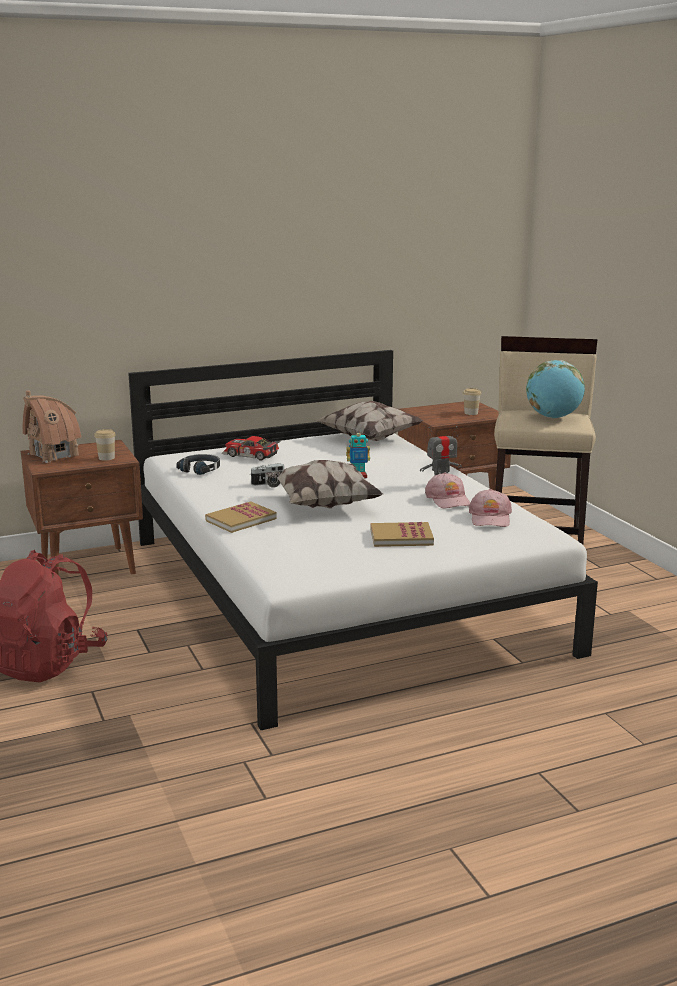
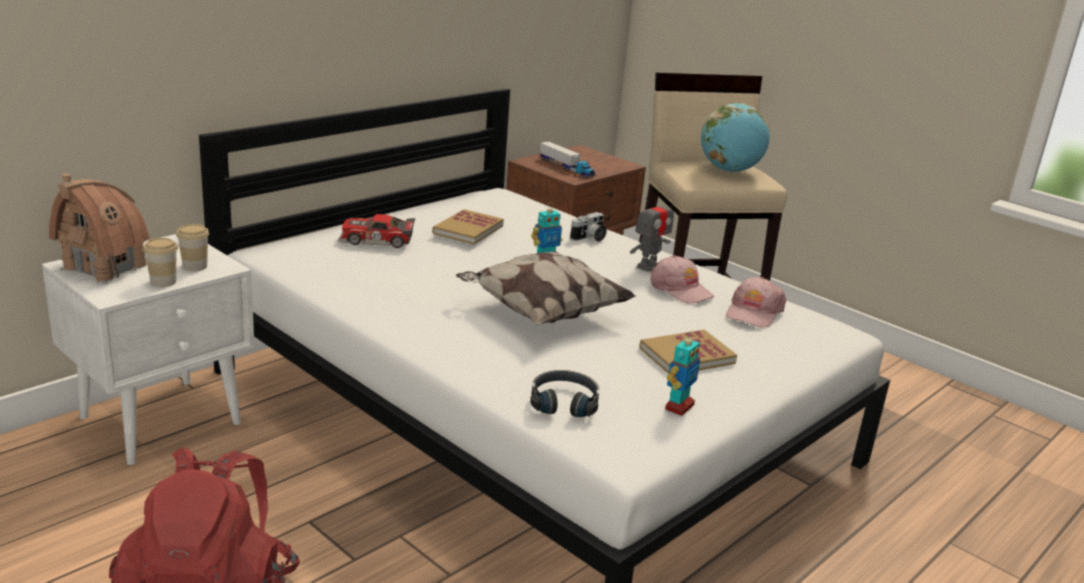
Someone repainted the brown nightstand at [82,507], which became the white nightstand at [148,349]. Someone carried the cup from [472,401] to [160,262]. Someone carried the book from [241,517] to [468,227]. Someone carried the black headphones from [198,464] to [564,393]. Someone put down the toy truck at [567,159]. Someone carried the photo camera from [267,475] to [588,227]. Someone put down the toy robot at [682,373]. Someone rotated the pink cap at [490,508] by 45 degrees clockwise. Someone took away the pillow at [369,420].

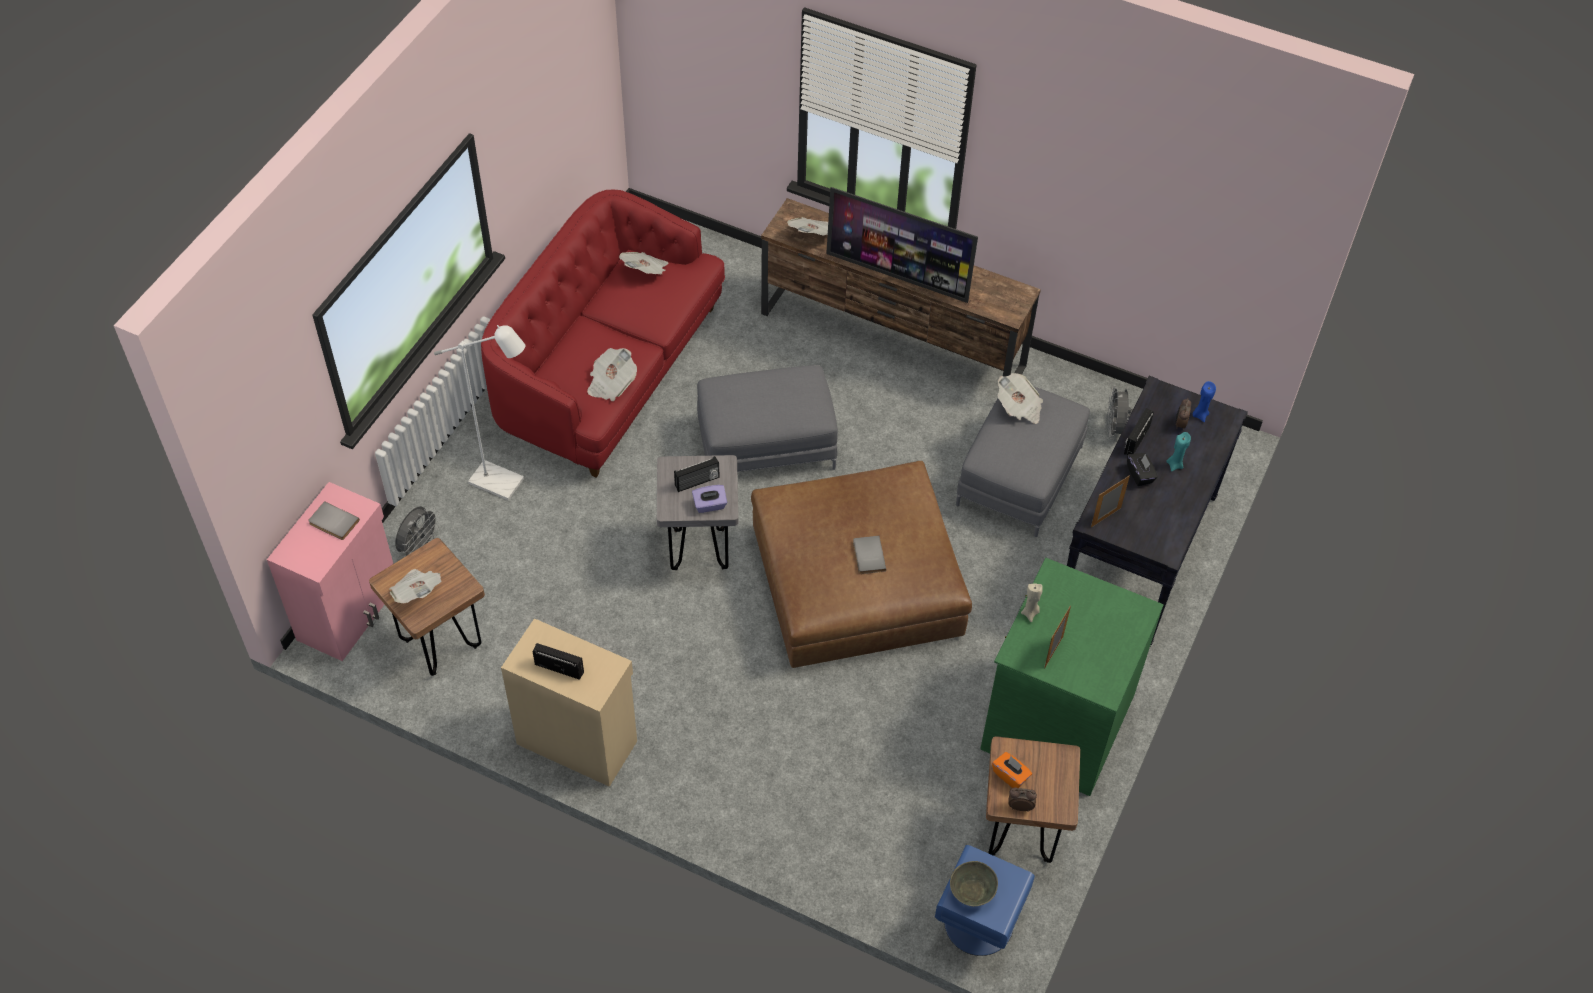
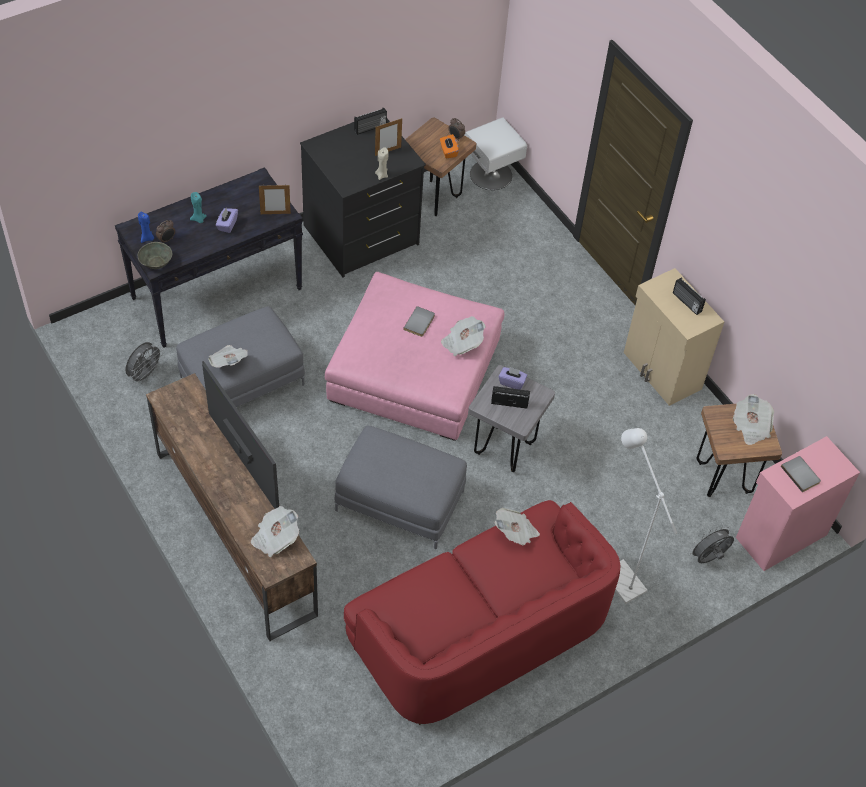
Someone carried the grey bowl from [974,883] to [155,255]. Someone repainted the black tissue box at [1142,469], which became the purple tissue box at [227,220]. Someone repainted the green dresser at [1071,677], which became the black dresser at [363,198]. Someone repainted the brown ottoman at [861,564], which became the pink ottoman at [414,356]. Someone carried the radio from [1139,431] to [370,121]. Someone carried the newspaper from [643,263] to [463,336]. Someone repainted the blue nightstand at [985,900], which became the white nightstand at [496,153].

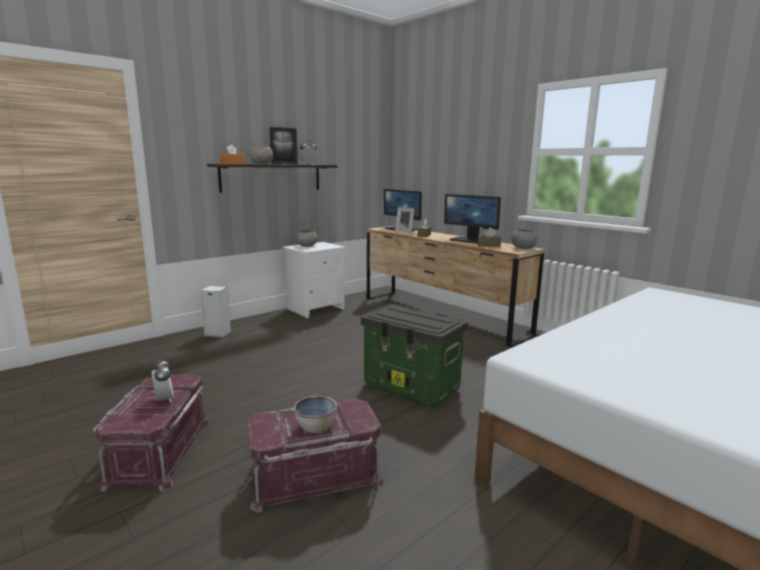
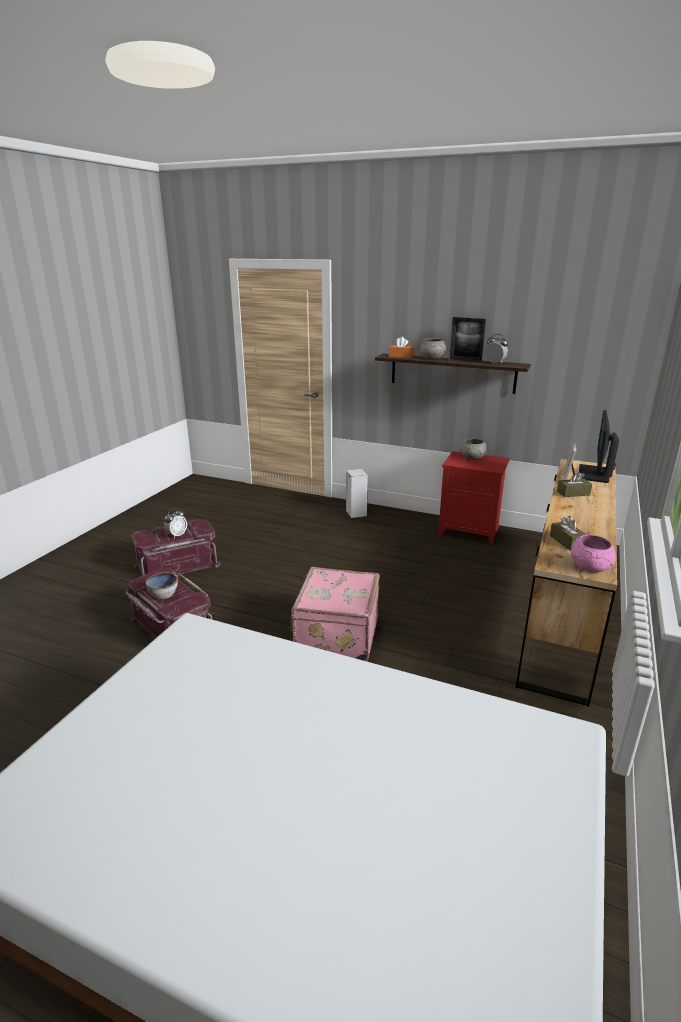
Someone swapped the storage box at [414,355] for the pink suitcase at [335,614]. Someone repainted the white nightstand at [314,280], which became the red nightstand at [474,498]. Someone repainted the grey bowl at [524,239], which became the pink bowl at [593,553]. Someone took away the monitor at [472,219].

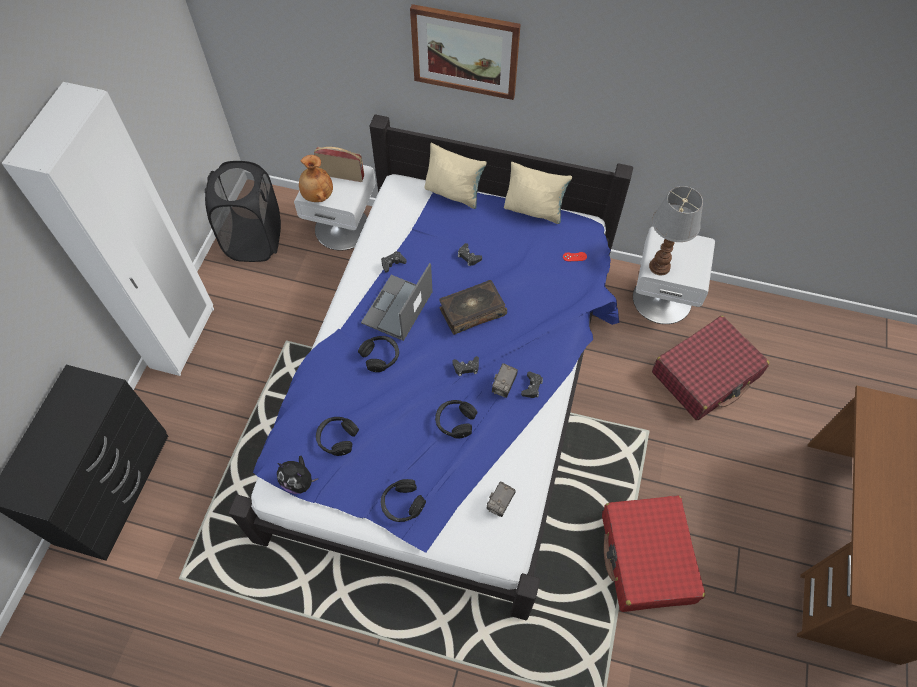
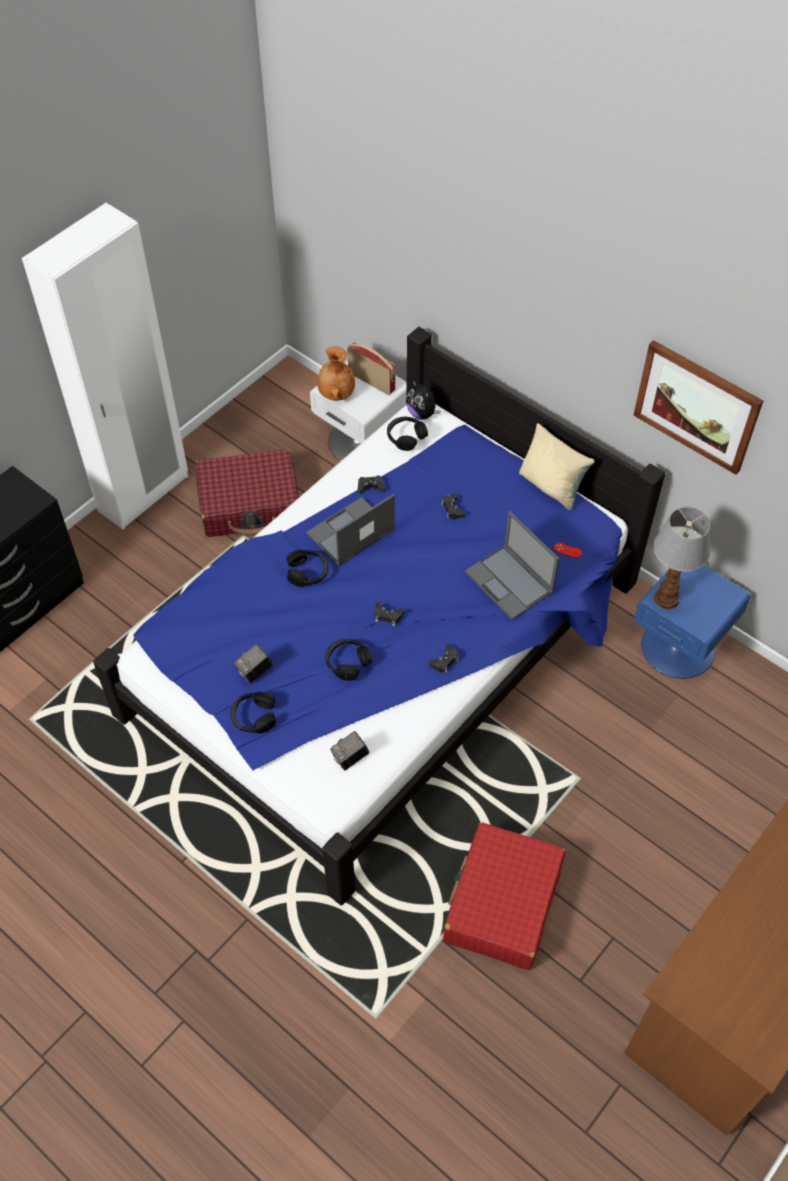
Someone carried the red suitcase from [710,368] to [247,493]. Someone carried the photo camera from [505,380] to [253,664]. Someone carried the black headphones from [337,436] to [407,434]. Someone carried the plush toy from [297,475] to [423,400]. Someone put down the laptop at [512,565]. Someone carried the picture from [465,52] to [698,407]. Someone repainted the white nightstand at [674,275], which became the blue nightstand at [692,622]. Someone took away the black laundry basket at [243,211]. Someone took away the beige pillow at [455,176]. Someone took away the book at [473,307].

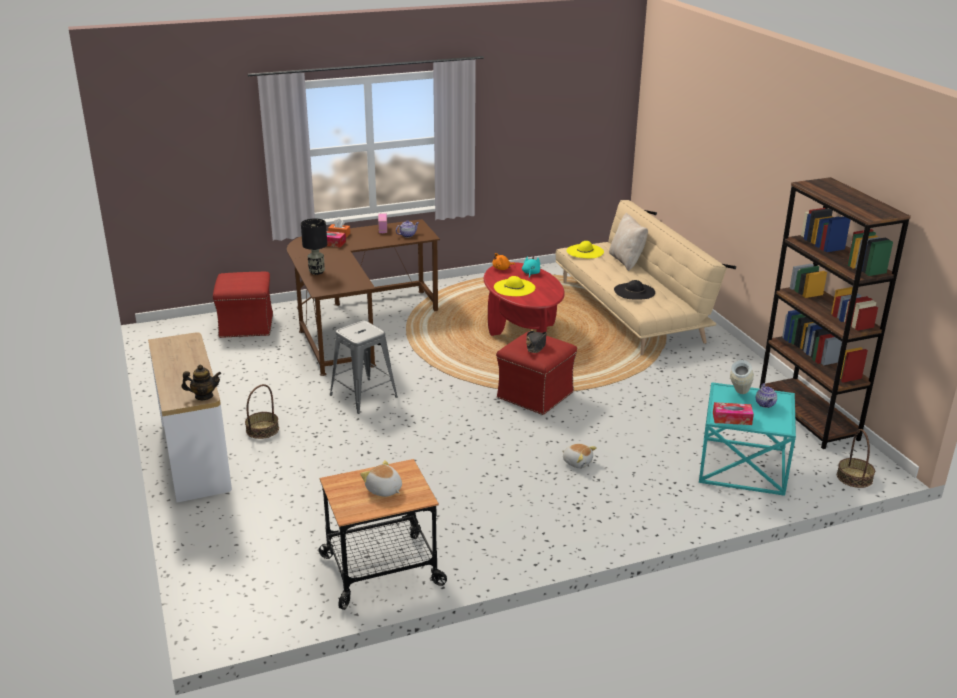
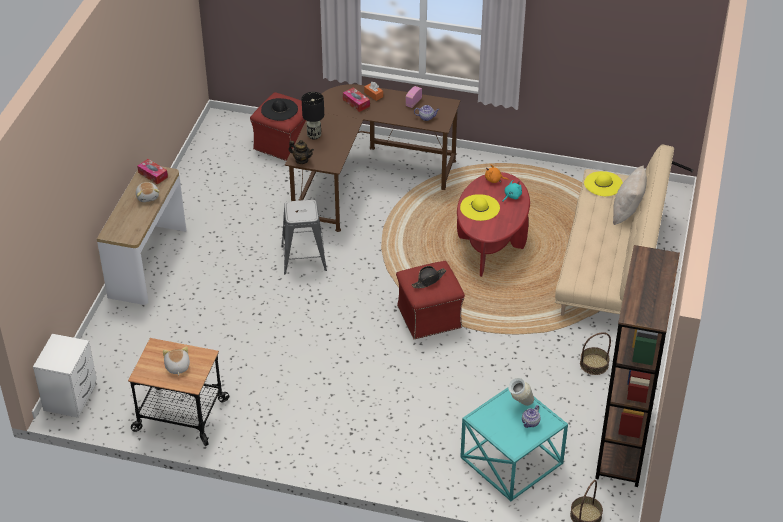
Someone put down the white nightstand at [65,376]. Someone carried the plush toy from [579,456] to [147,192]. Someone carried the tissue box from [733,413] to [152,171]. Someone carried the black hat from [634,290] to [279,109]. Someone carried the teapot from [201,382] to [301,152]. Someone carried the basket from [262,411] to [595,353].

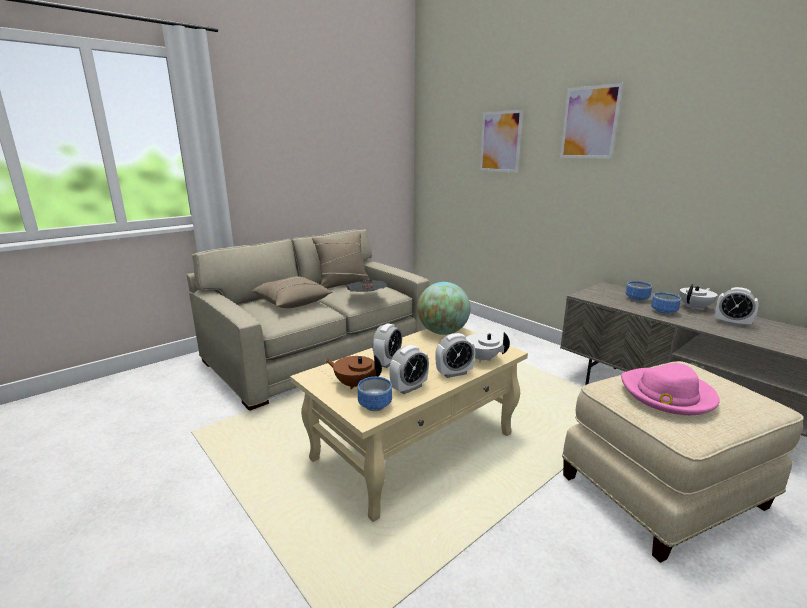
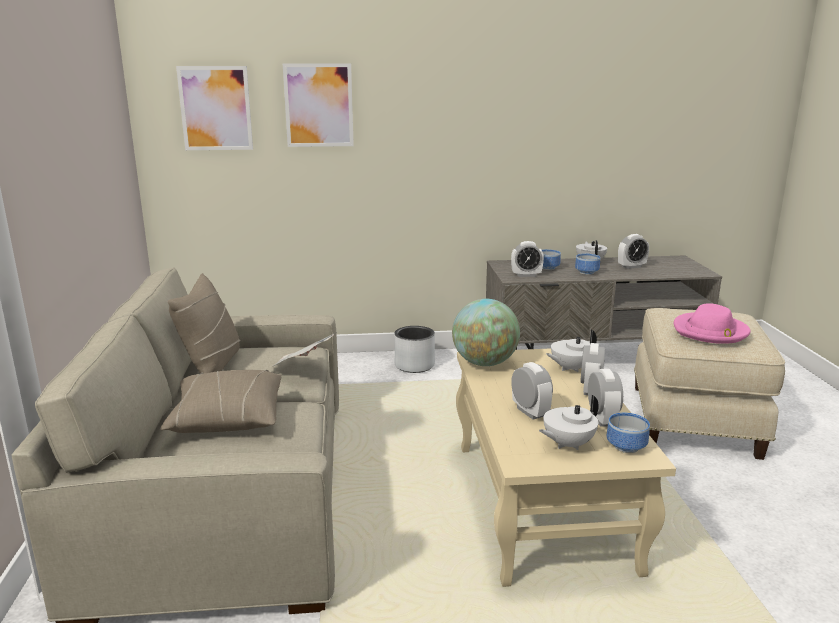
Someone carried the picture from [592,121] to [214,108]. Someone put down the grey planter at [414,349]. Someone put down the alarm clock at [527,259]. Someone repainted the brown teapot at [354,372], which became the white teapot at [568,422].

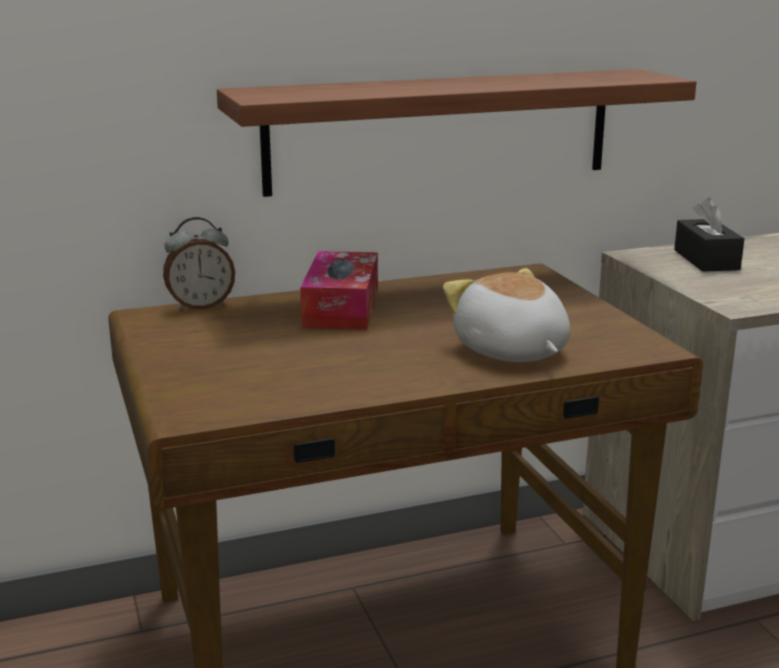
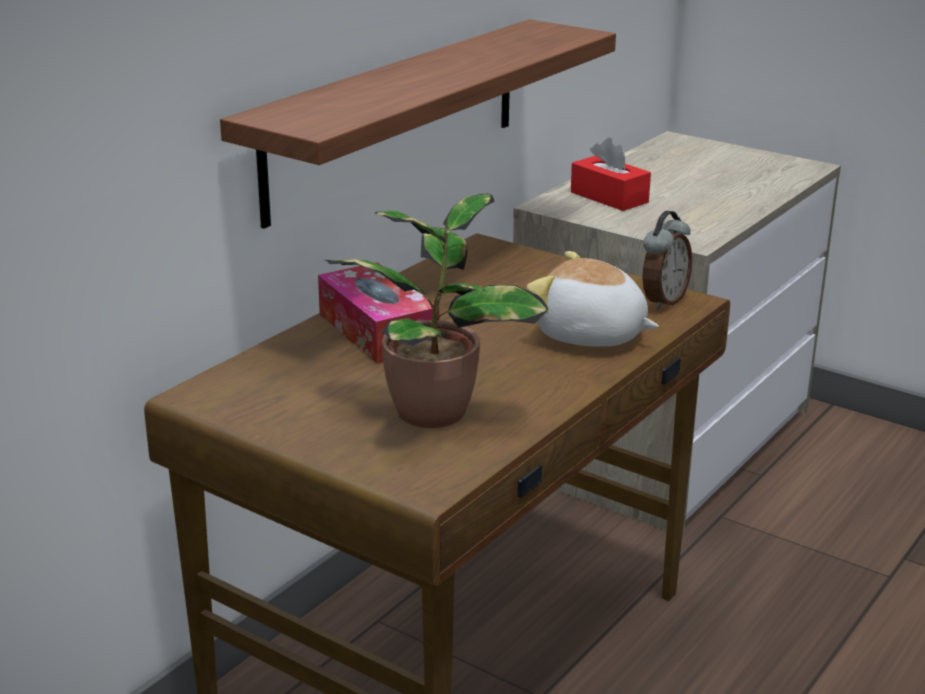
Someone put down the potted plant at [436,311]. Someone repainted the black tissue box at [709,235], which became the red tissue box at [611,174]. Someone carried the alarm clock from [199,264] to [667,260].

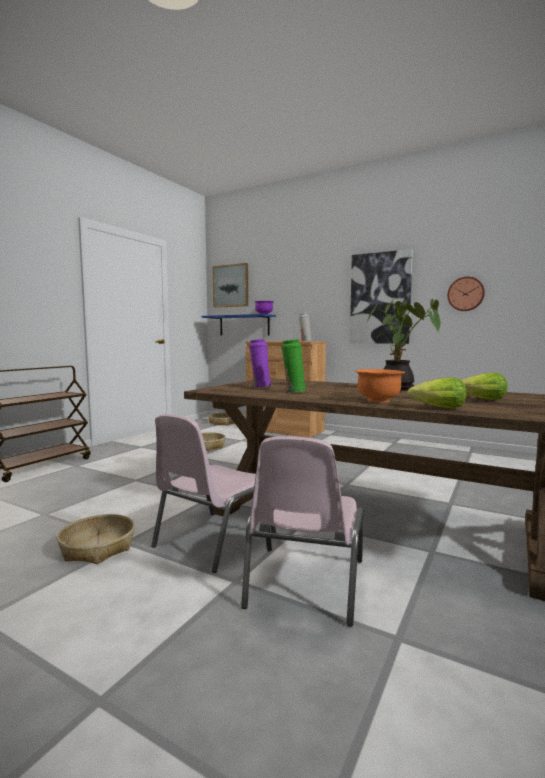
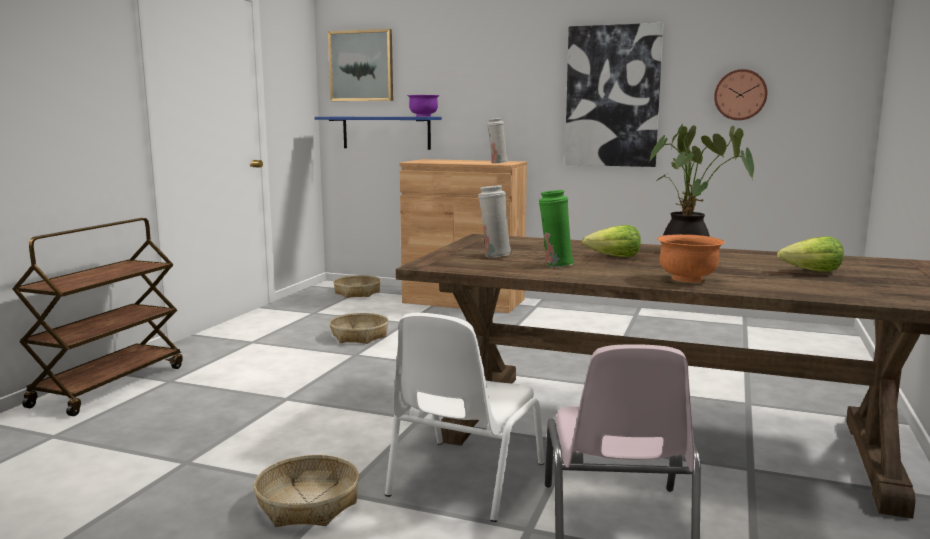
Someone repainted the pink chair at [213,493], which became the white chair at [465,417]. Someone repainted the purple vase at [260,363], which became the white vase at [495,221]. Someone carried the lettuce from [436,392] to [611,241].

